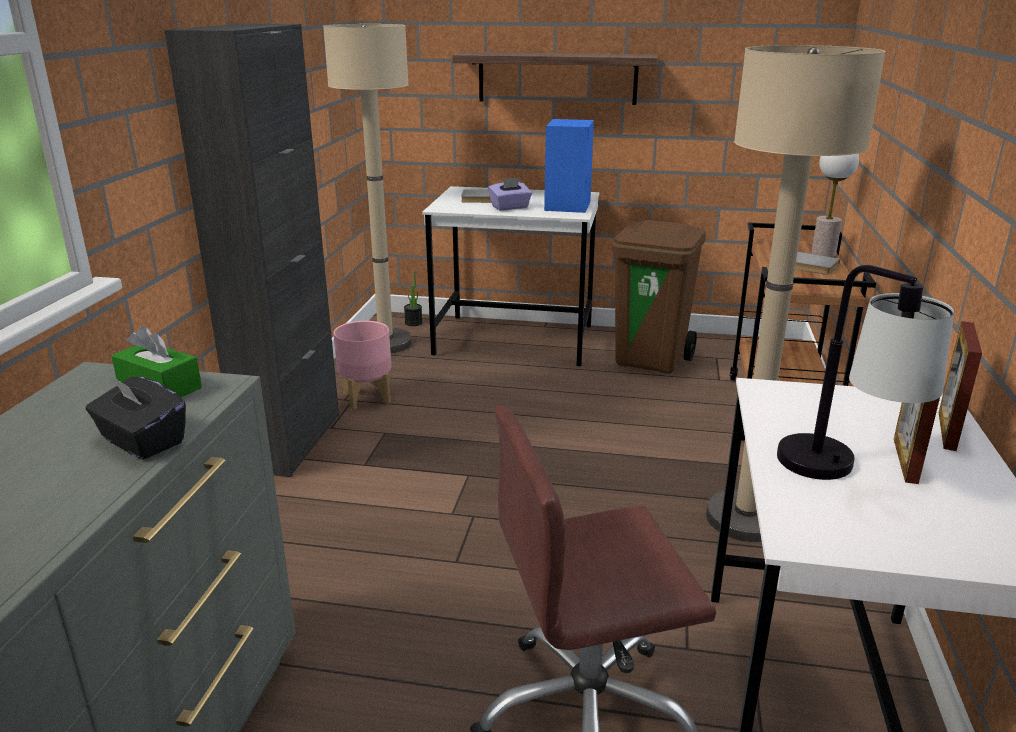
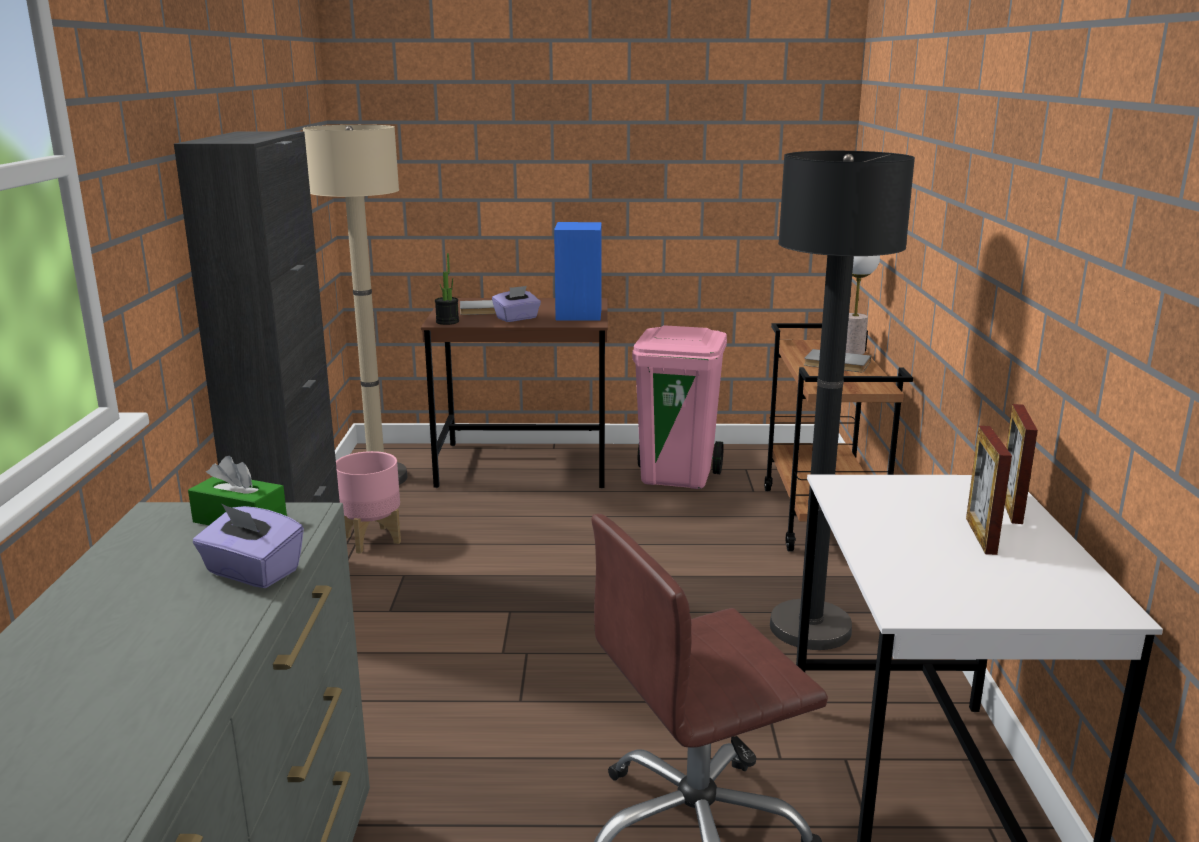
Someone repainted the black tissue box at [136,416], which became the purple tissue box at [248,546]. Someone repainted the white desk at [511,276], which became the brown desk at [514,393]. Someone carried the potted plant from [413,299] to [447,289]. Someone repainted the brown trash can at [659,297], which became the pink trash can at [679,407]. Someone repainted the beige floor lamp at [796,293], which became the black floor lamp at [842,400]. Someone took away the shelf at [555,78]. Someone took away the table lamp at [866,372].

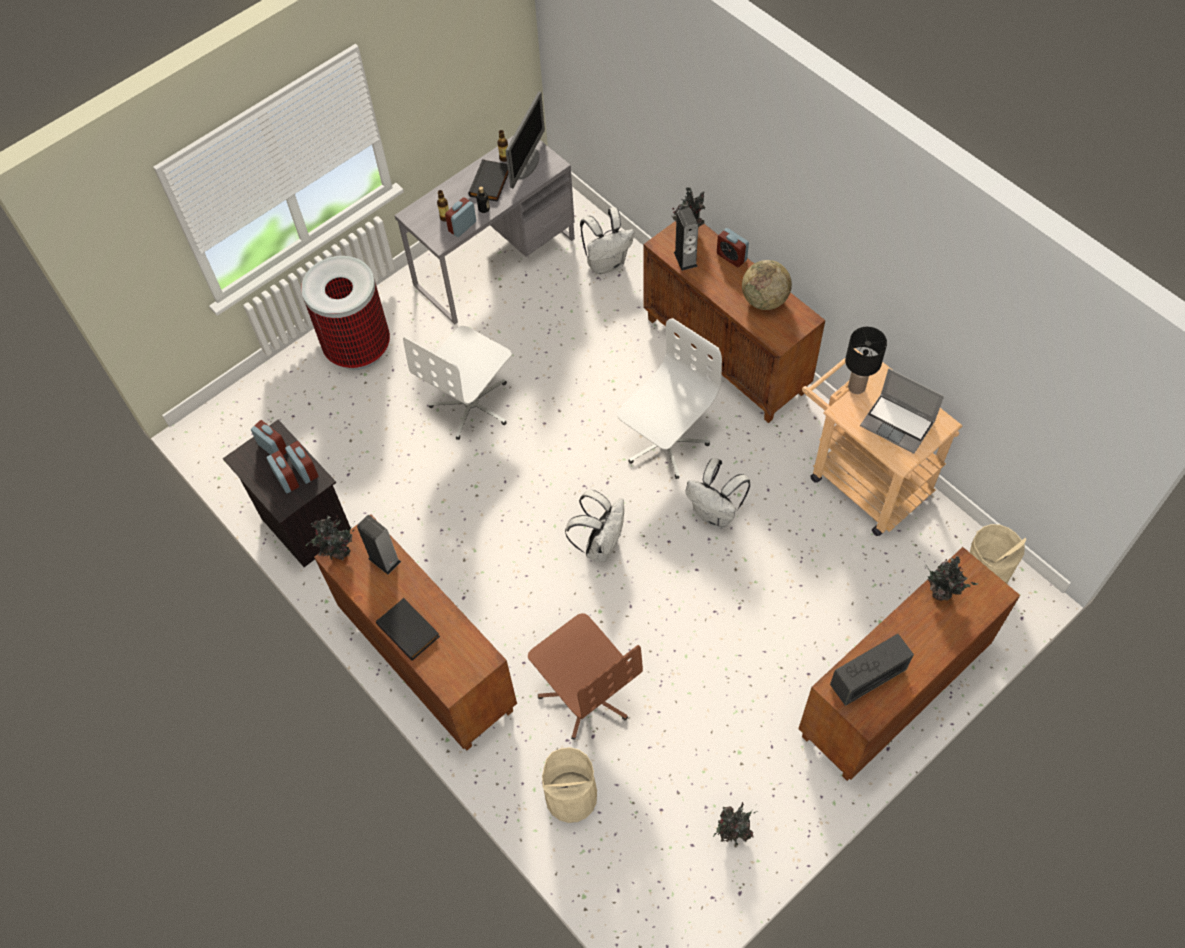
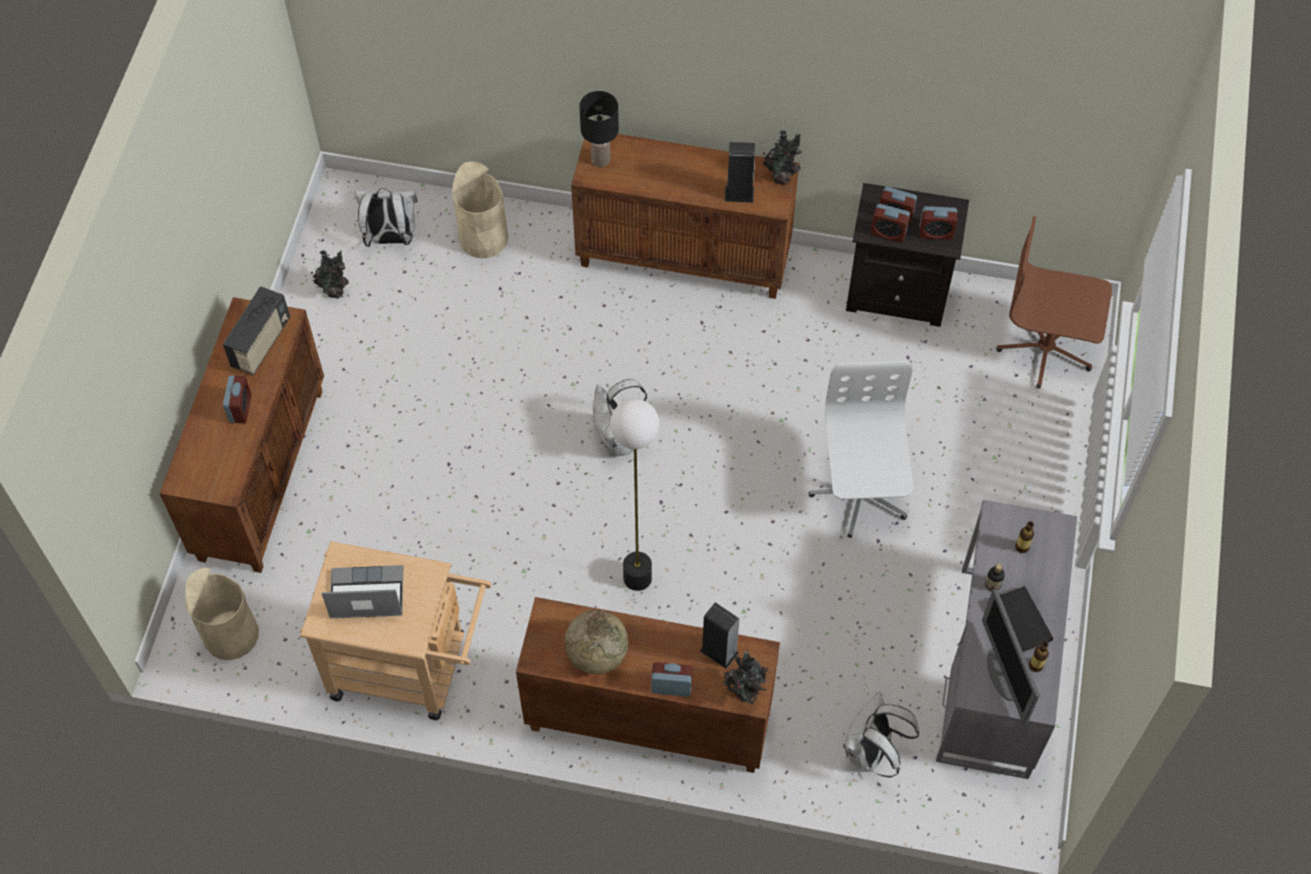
Someone carried the alarm clock from [460,217] to [237,399]. Someone carried the white backpack from [717,493] to [386,217]. Someone carried the black table lamp from [866,360] to [599,129]. Someone swapped the white office chair at [669,398] for the floor lamp at [635,495]. Someone carried the brown office chair from [585,676] to [1054,302]. Someone took away the trash can at [345,313]. Someone took away the black book at [408,629]. Someone took away the potted plant at [952,578].

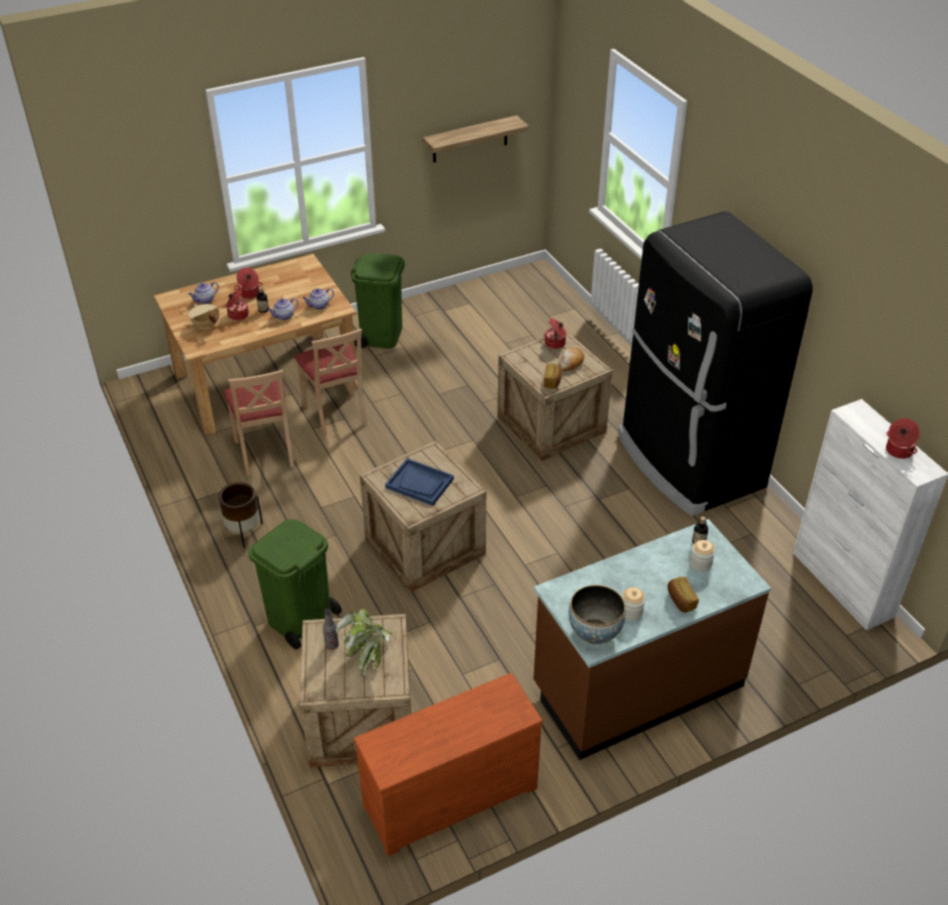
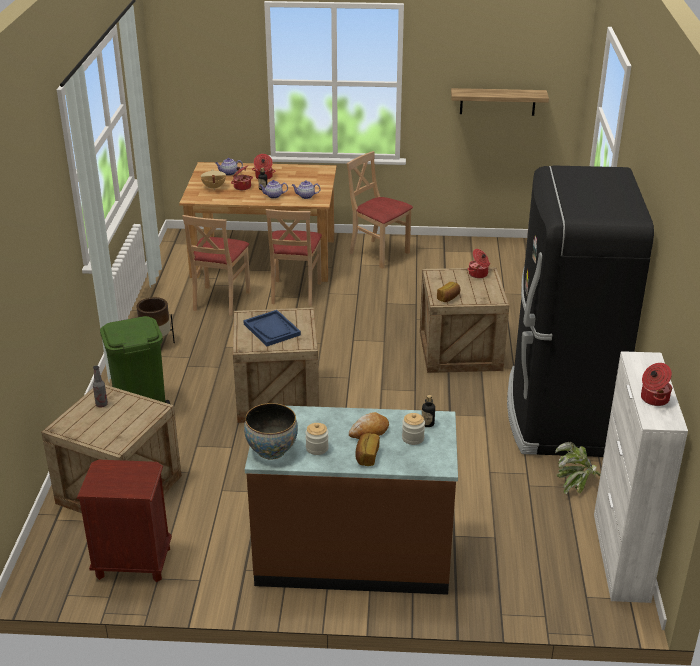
Someone swapped the brown dresser at [448,764] for the brown nightstand at [124,521]. Someone swapped the green trash can at [378,301] for the beige chair at [380,210]. Someone carried the bread from [571,359] to [369,425]. Someone carried the potted plant from [364,642] to [578,468].

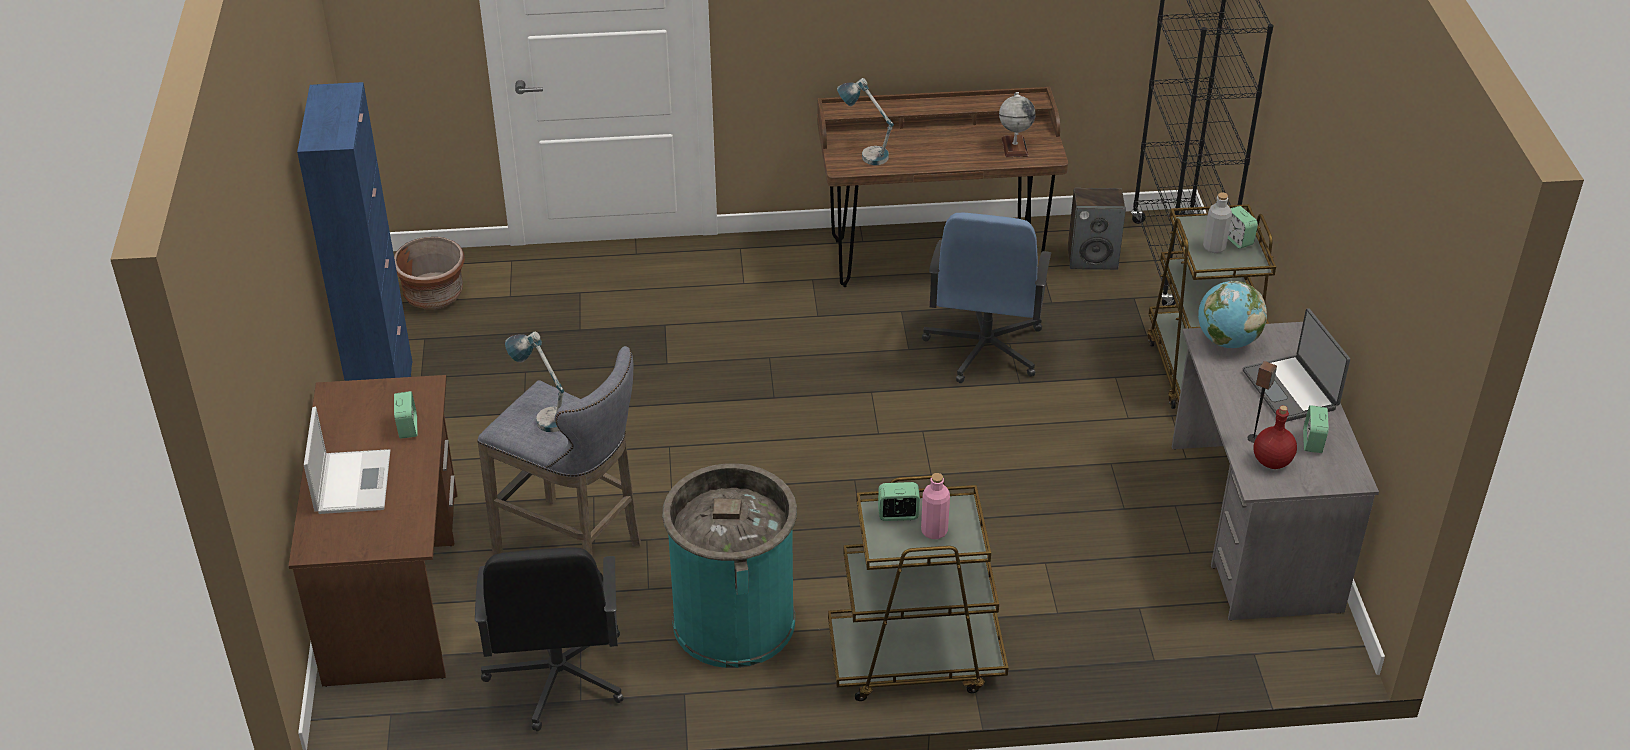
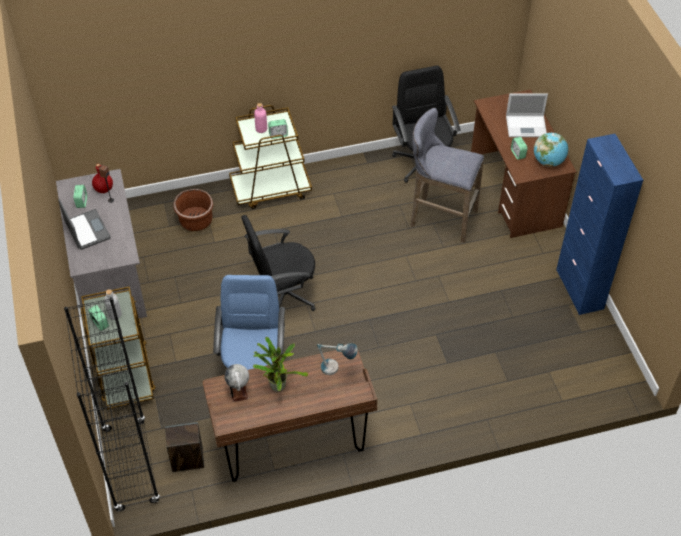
Someone carried the brown planter from [429,273] to [193,210]. Someone put down the black office chair at [278,263]. Someone put down the potted plant at [280,364]. Someone rotated the laptop at [347,460] by 75 degrees counterclockwise. Someone carried the globe from [1232,314] to [551,150]. Someone took away the table lamp at [534,382]. Someone took away the turquoise trash can at [729,566].

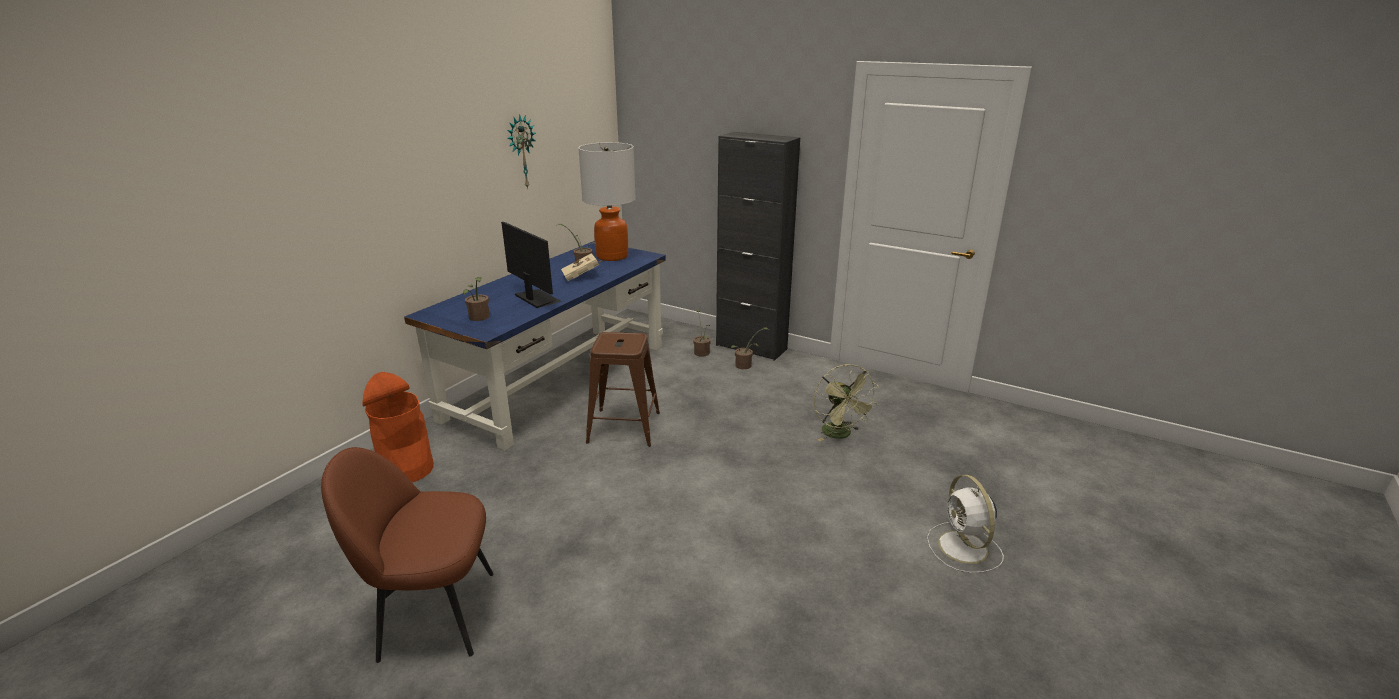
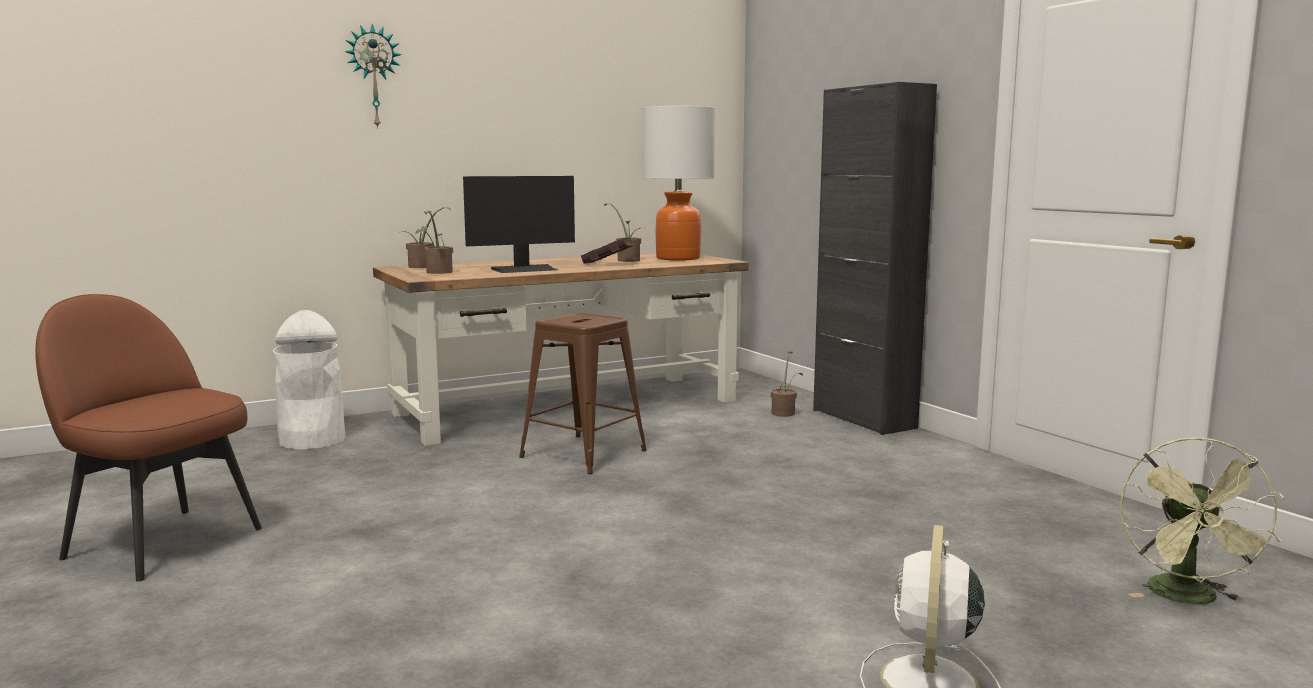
Someone repainted the orange trash can at [398,427], which became the white trash can at [309,379]. Someone carried the wall clock from [521,151] to [373,76]. Someone repainted the blue desk at [535,346], which became the brown desk at [560,349]. Someone carried the potted plant from [749,348] to [426,237]. Someone rotated the monitor at [531,265] by 75 degrees clockwise. Someone repainted the beige book at [582,267], which became the red book at [608,250]. Someone carried the green fan from [846,402] to [1202,520].

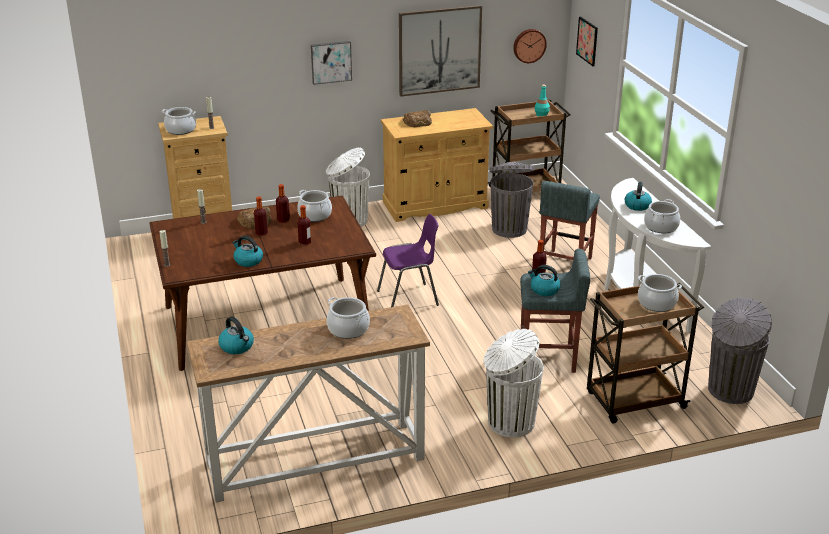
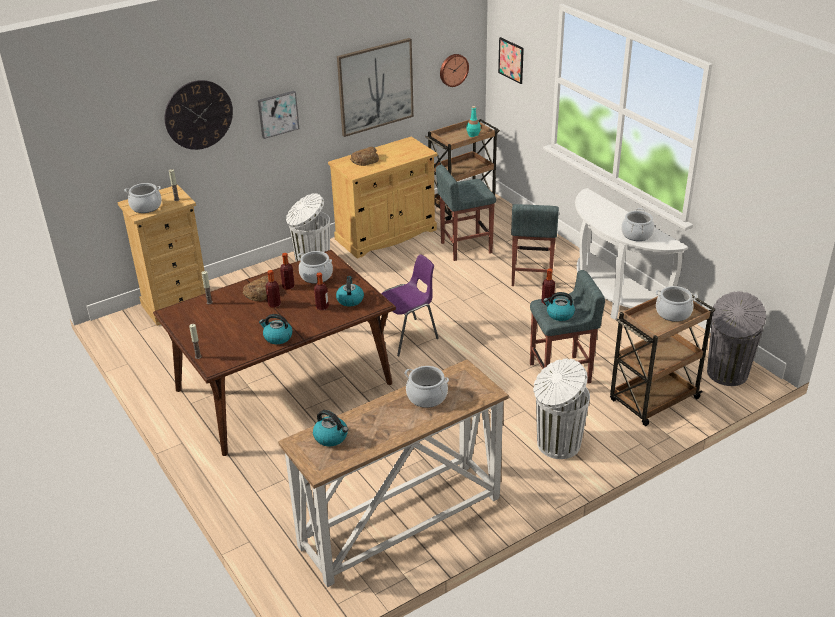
Someone put up the wall clock at [199,115]. Someone carried the kettle from [638,196] to [350,291]. Someone swapped the grey trash can at [512,200] for the grey stool at [466,213].

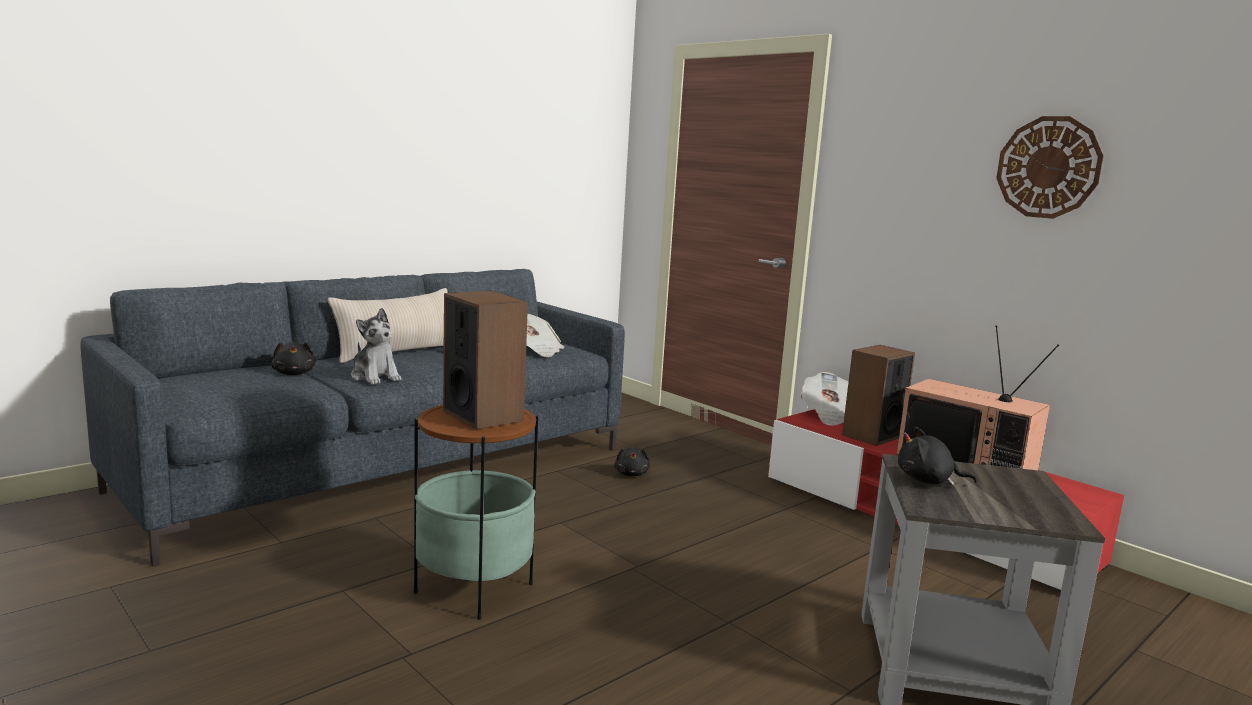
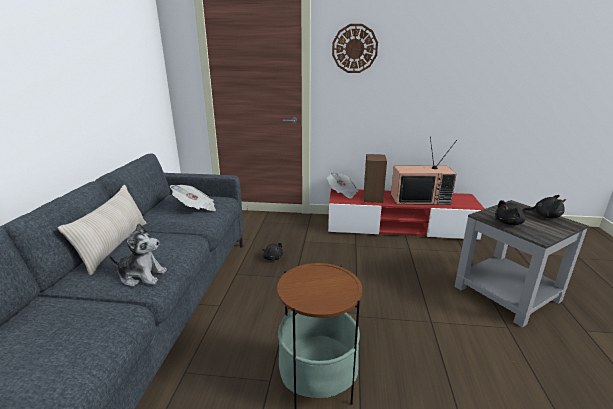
Someone carried the wall clock from [1050,167] to [355,48]. Someone carried the black plush toy from [293,358] to [544,206]. Someone took away the speaker at [485,360].

